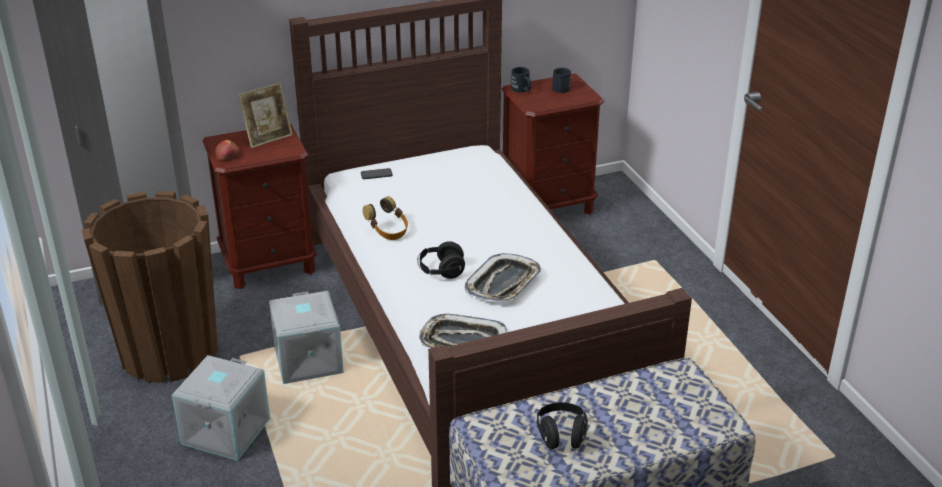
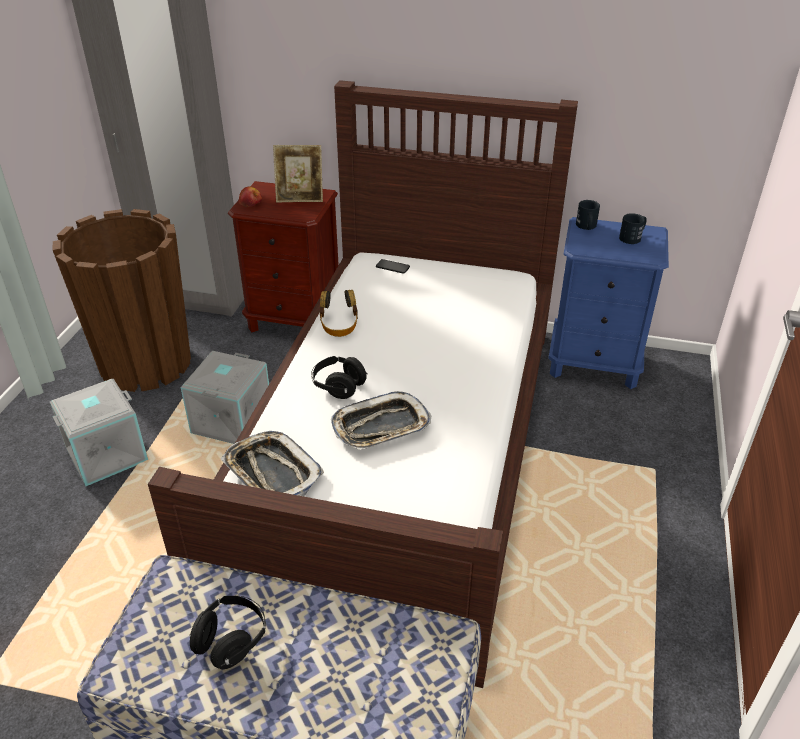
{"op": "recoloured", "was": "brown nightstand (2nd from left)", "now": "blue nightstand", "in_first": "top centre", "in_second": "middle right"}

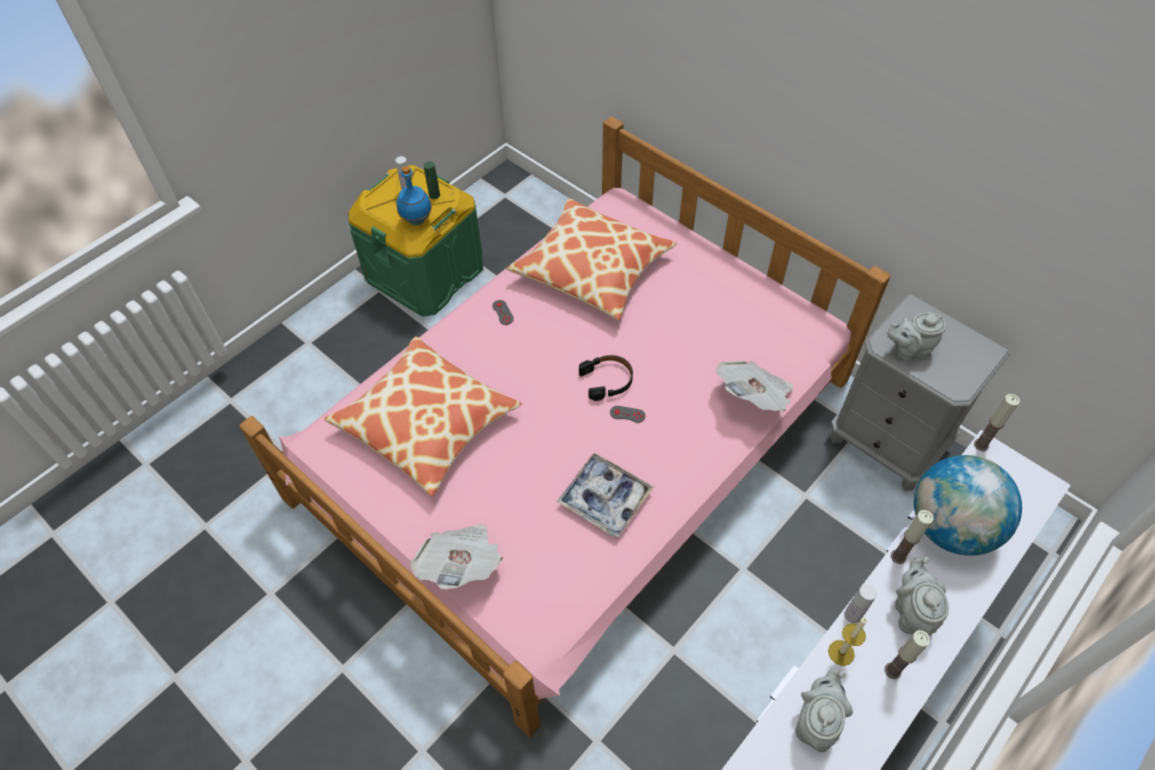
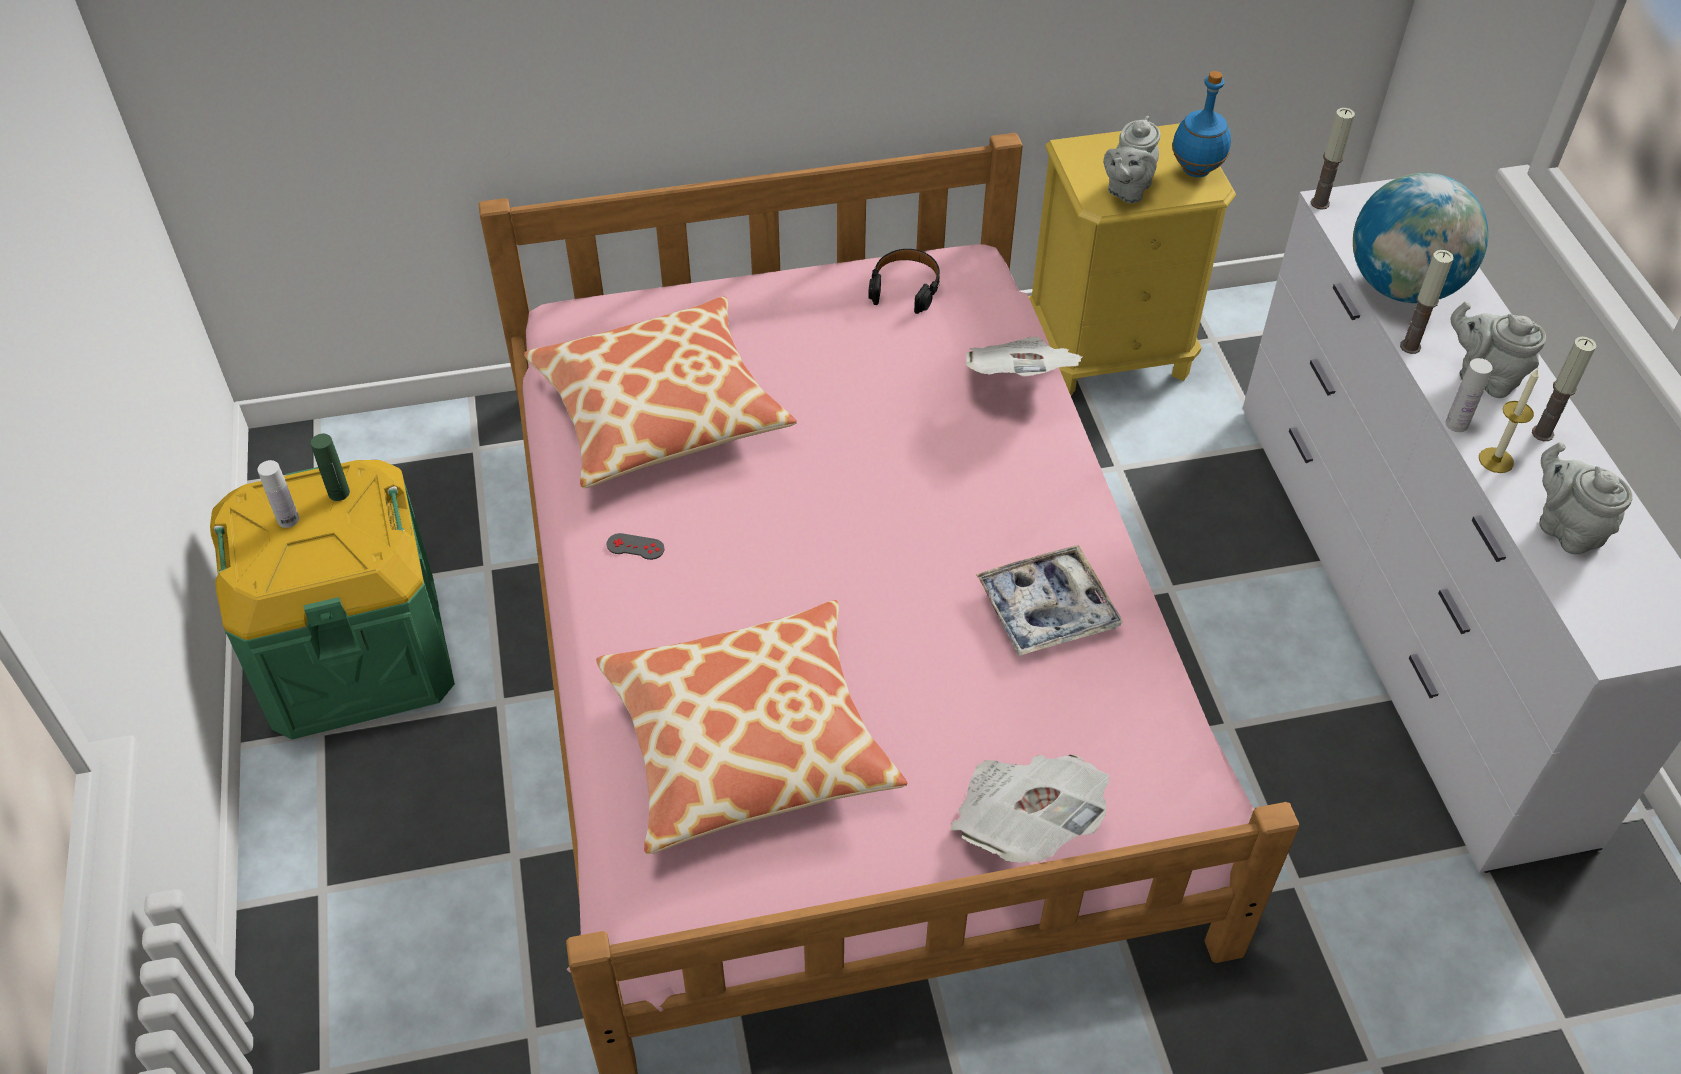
{"op": "moved", "was": "blue bottle", "in_first": "top centre", "in_second": "top right"}
{"op": "moved", "was": "black headphones", "in_first": "centre", "in_second": "top centre"}
{"op": "removed", "was": "grey game controller (2nd from left)", "in_first": "centre"}
{"op": "recoloured", "was": "grey nightstand", "now": "yellow nightstand", "in_first": "middle right", "in_second": "top right"}

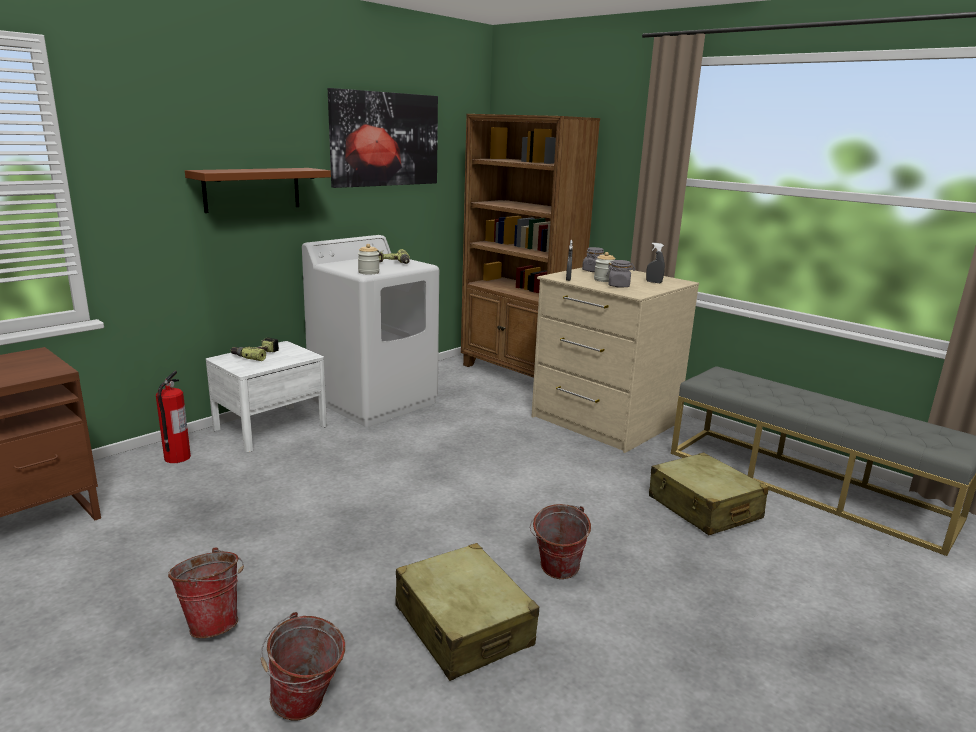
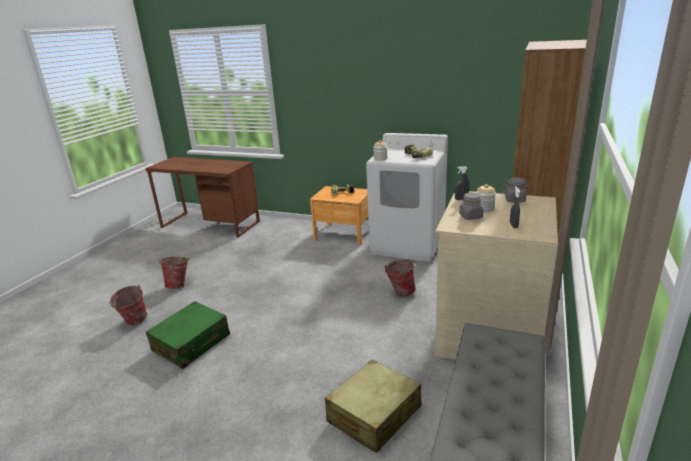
{"op": "removed", "was": "fire extinguisher", "in_first": "middle left"}
{"op": "removed", "was": "brown shelf", "in_first": "top left"}
{"op": "recoloured", "was": "white nightstand", "now": "brown nightstand", "in_first": "middle left", "in_second": "centre"}
{"op": "removed", "was": "picture", "in_first": "top centre"}
{"op": "recoloured", "was": "beige suitcase (1st from left)", "now": "green suitcase", "in_first": "bottom centre", "in_second": "bottom left"}
{"op": "moved", "was": "bucket (3rd from left)", "in_first": "bottom centre", "in_second": "centre"}

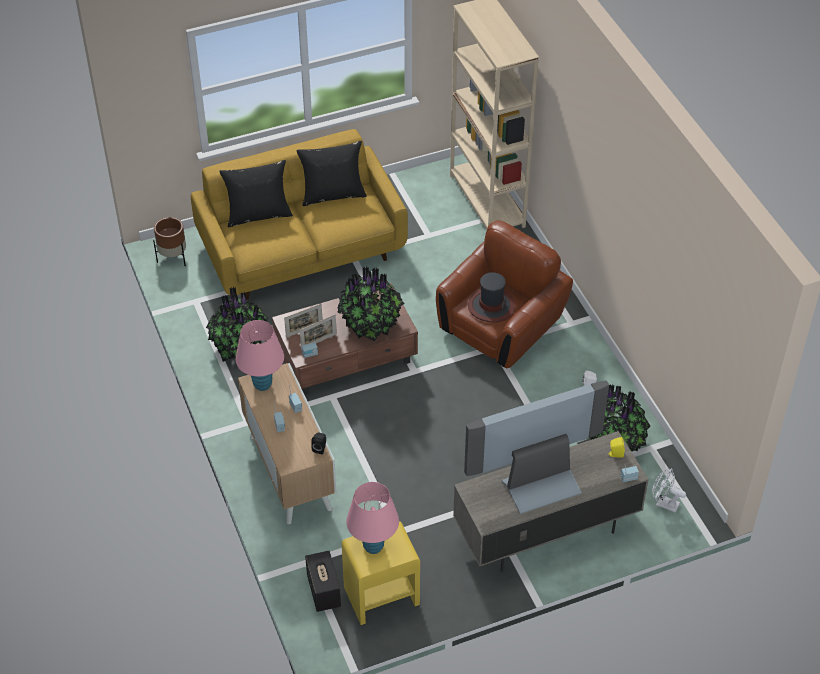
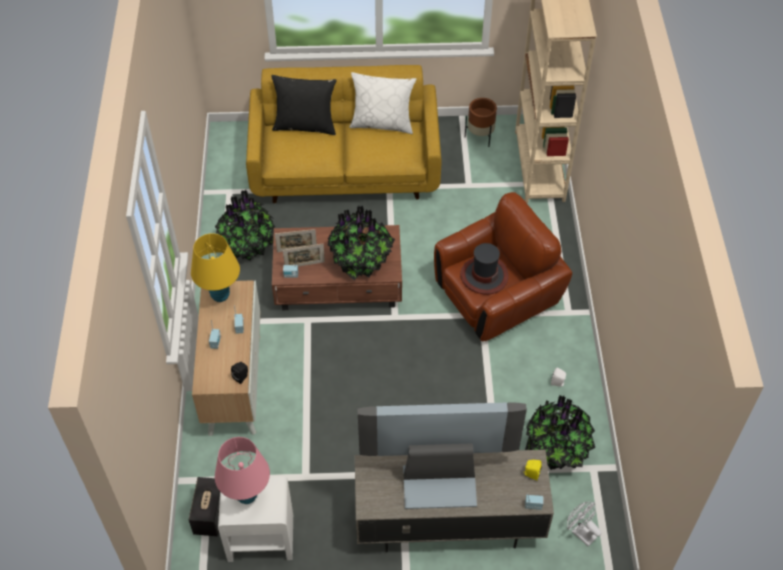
{"op": "moved", "was": "brown planter", "in_first": "middle left", "in_second": "top centre"}
{"op": "recoloured", "was": "pink table lamp (1st from left)", "now": "yellow table lamp", "in_first": "middle left", "in_second": "middle left"}
{"op": "recoloured", "was": "black pillow (2nd from left)", "now": "white pillow", "in_first": "top centre", "in_second": "top centre"}
{"op": "recoloured", "was": "yellow nightstand", "now": "white nightstand", "in_first": "bottom centre", "in_second": "bottom left"}

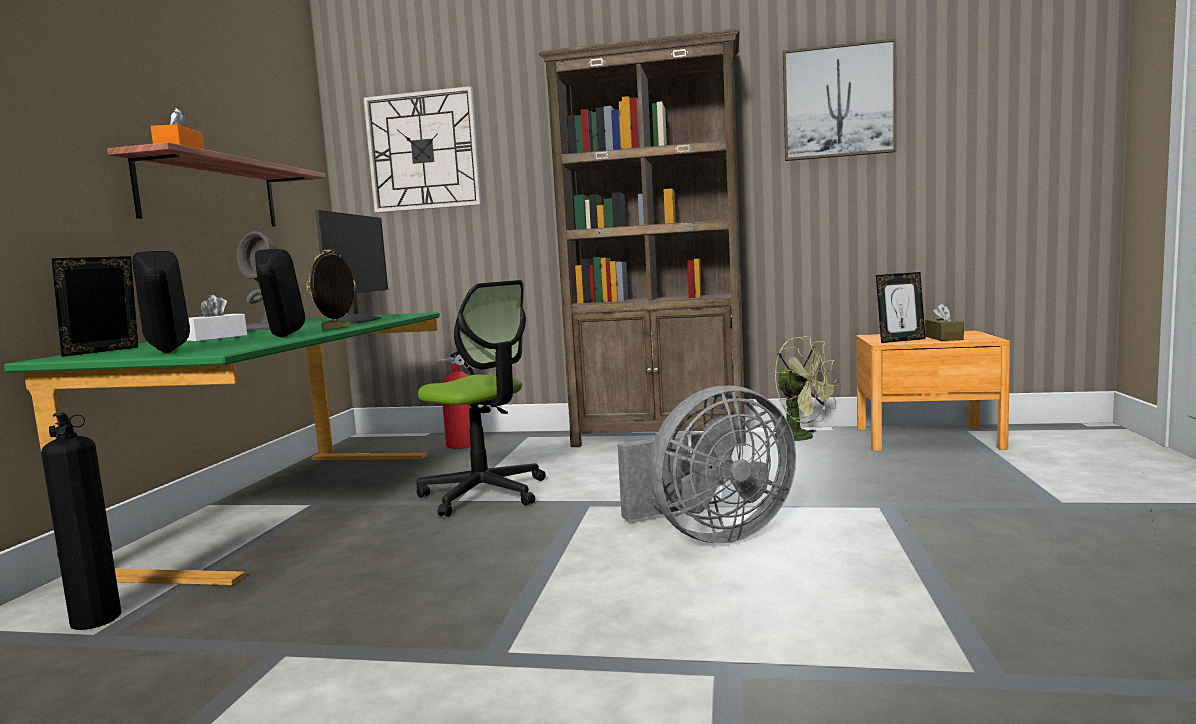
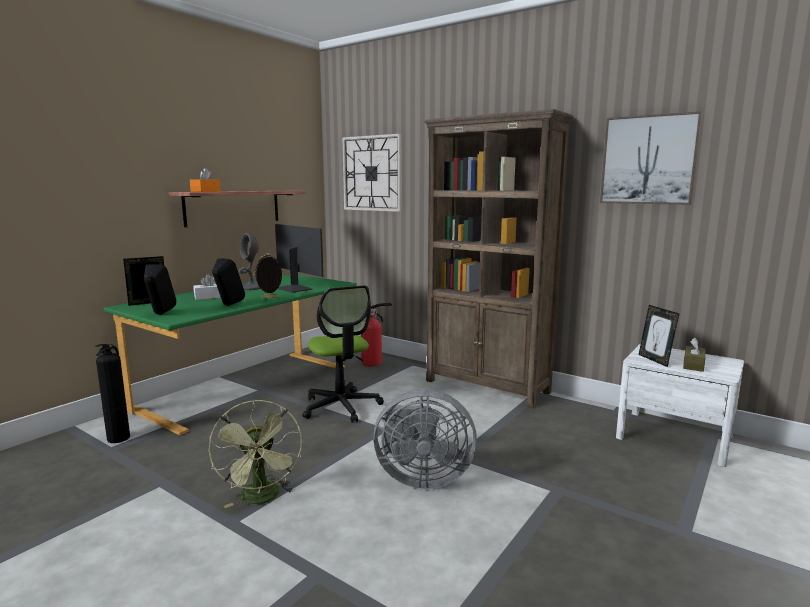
{"op": "turned", "was": "monitor", "in_first": "middle left", "in_second": "centre", "clockwise": -75}
{"op": "moved", "was": "green fan", "in_first": "middle right", "in_second": "bottom left"}
{"op": "recoloured", "was": "brown nightstand", "now": "white nightstand", "in_first": "middle right", "in_second": "bottom right"}
{"op": "turned", "was": "picture frame (3rd from left)", "in_first": "middle right", "in_second": "middle right", "clockwise": 60}

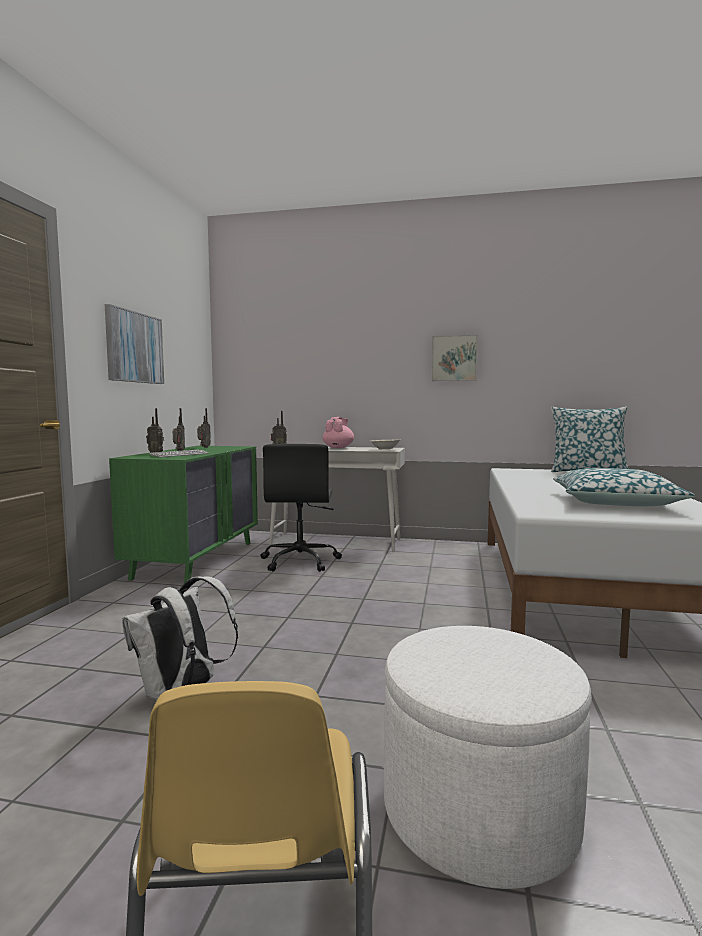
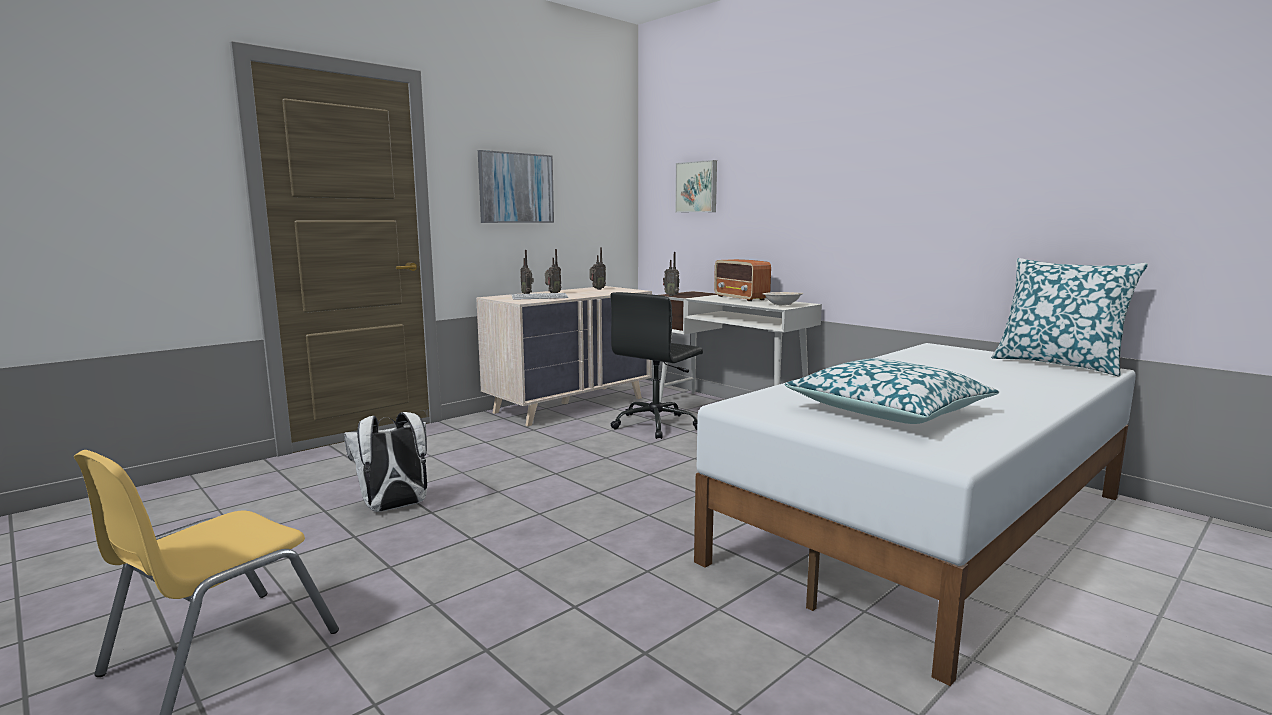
{"op": "recoloured", "was": "green dresser", "now": "beige dresser", "in_first": "middle left", "in_second": "centre"}
{"op": "replaced", "was": "pink teapot", "now": "radio (5th from left)", "in_first": "centre", "in_second": "centre"}
{"op": "removed", "was": "white ottoman", "in_first": "bottom right"}
{"op": "moved", "was": "picture (2nd from left)", "in_first": "centre", "in_second": "top centre"}

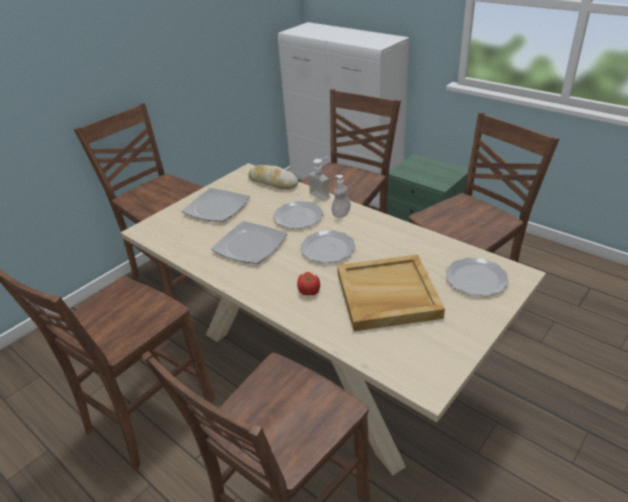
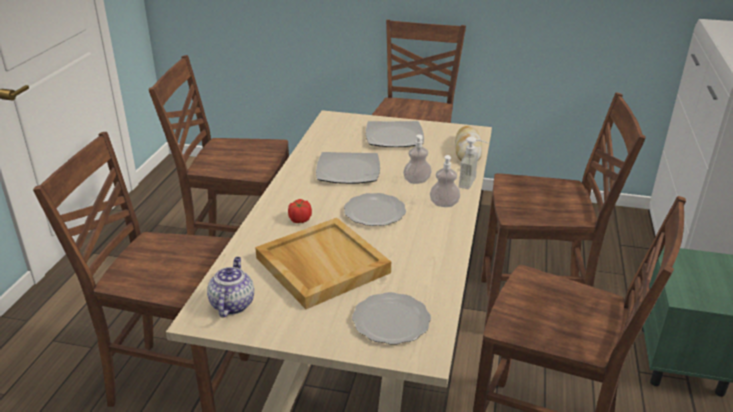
{"op": "replaced", "was": "plate (3rd from left)", "now": "soap dispenser (1st from left)", "in_first": "centre", "in_second": "centre"}
{"op": "added", "now": "teapot", "in_second": "bottom left"}

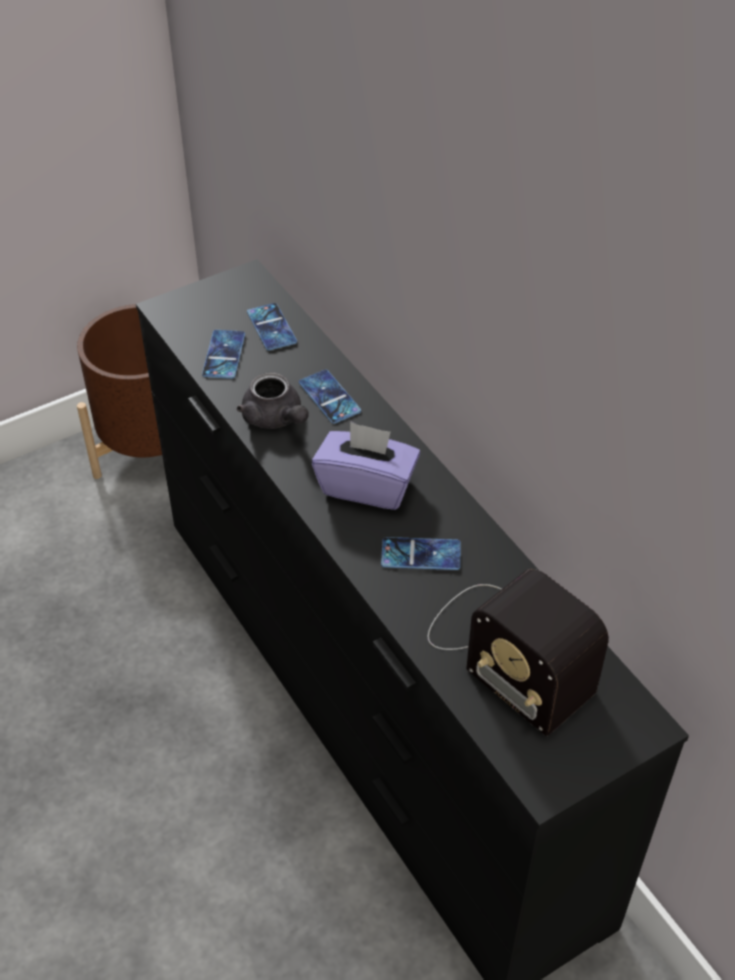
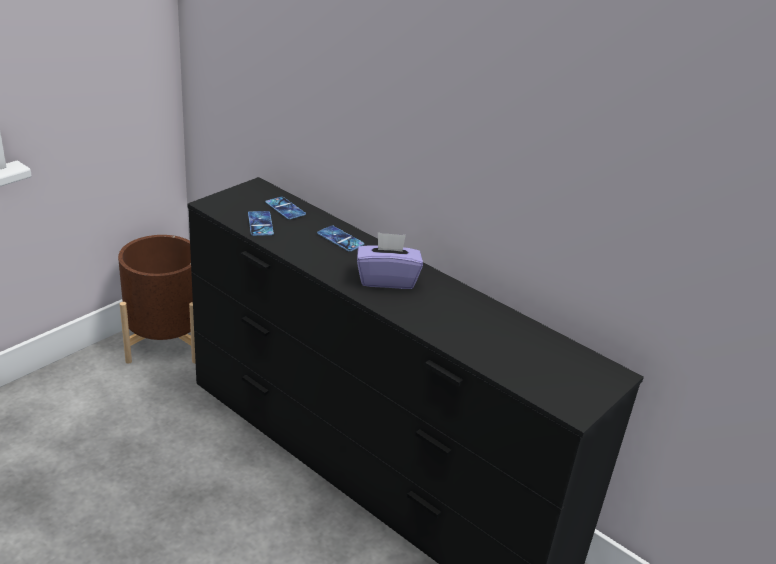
{"op": "removed", "was": "grey teapot", "in_first": "centre"}
{"op": "removed", "was": "phone (4th from left)", "in_first": "centre"}
{"op": "removed", "was": "radio", "in_first": "middle right"}

